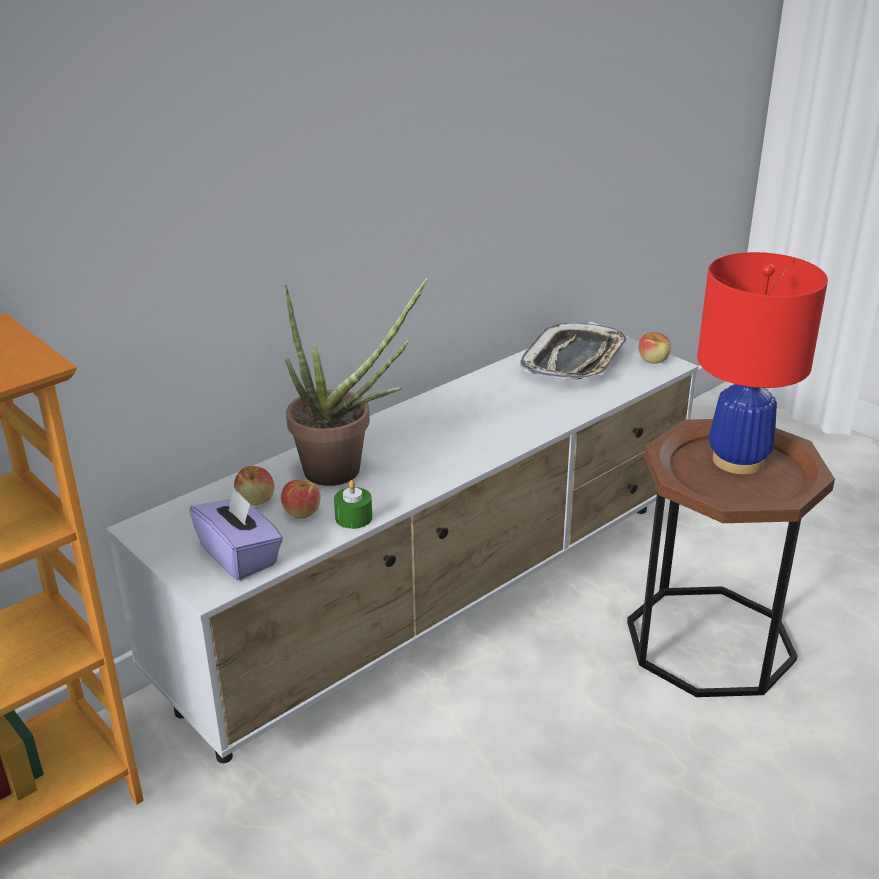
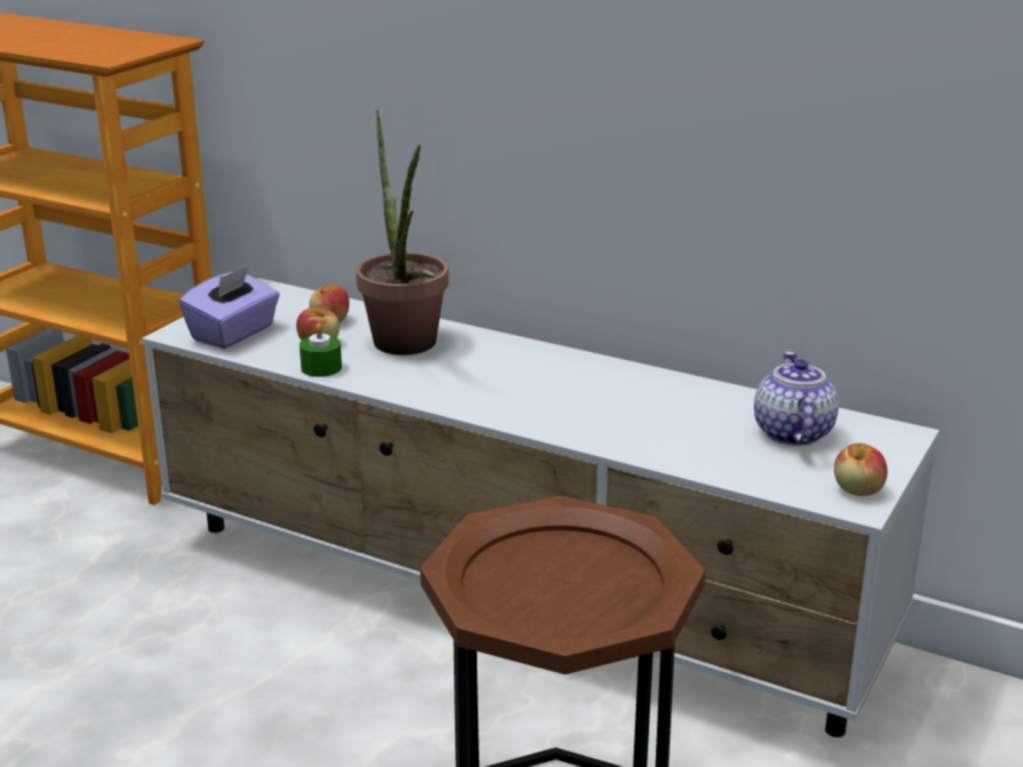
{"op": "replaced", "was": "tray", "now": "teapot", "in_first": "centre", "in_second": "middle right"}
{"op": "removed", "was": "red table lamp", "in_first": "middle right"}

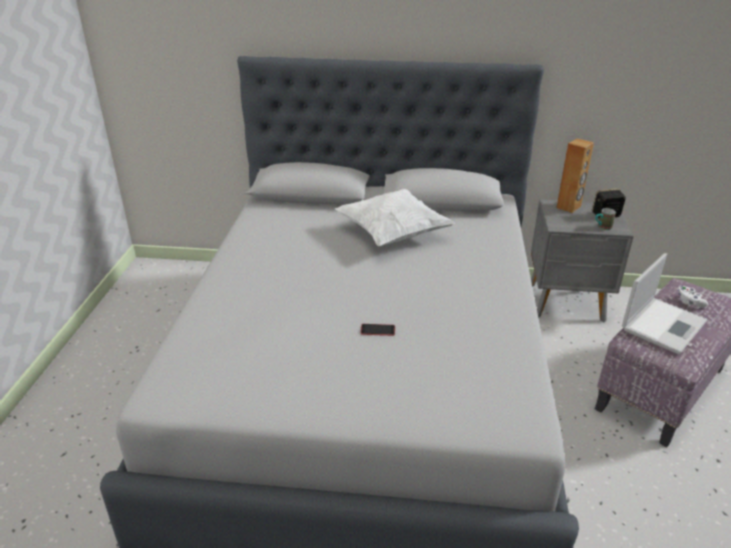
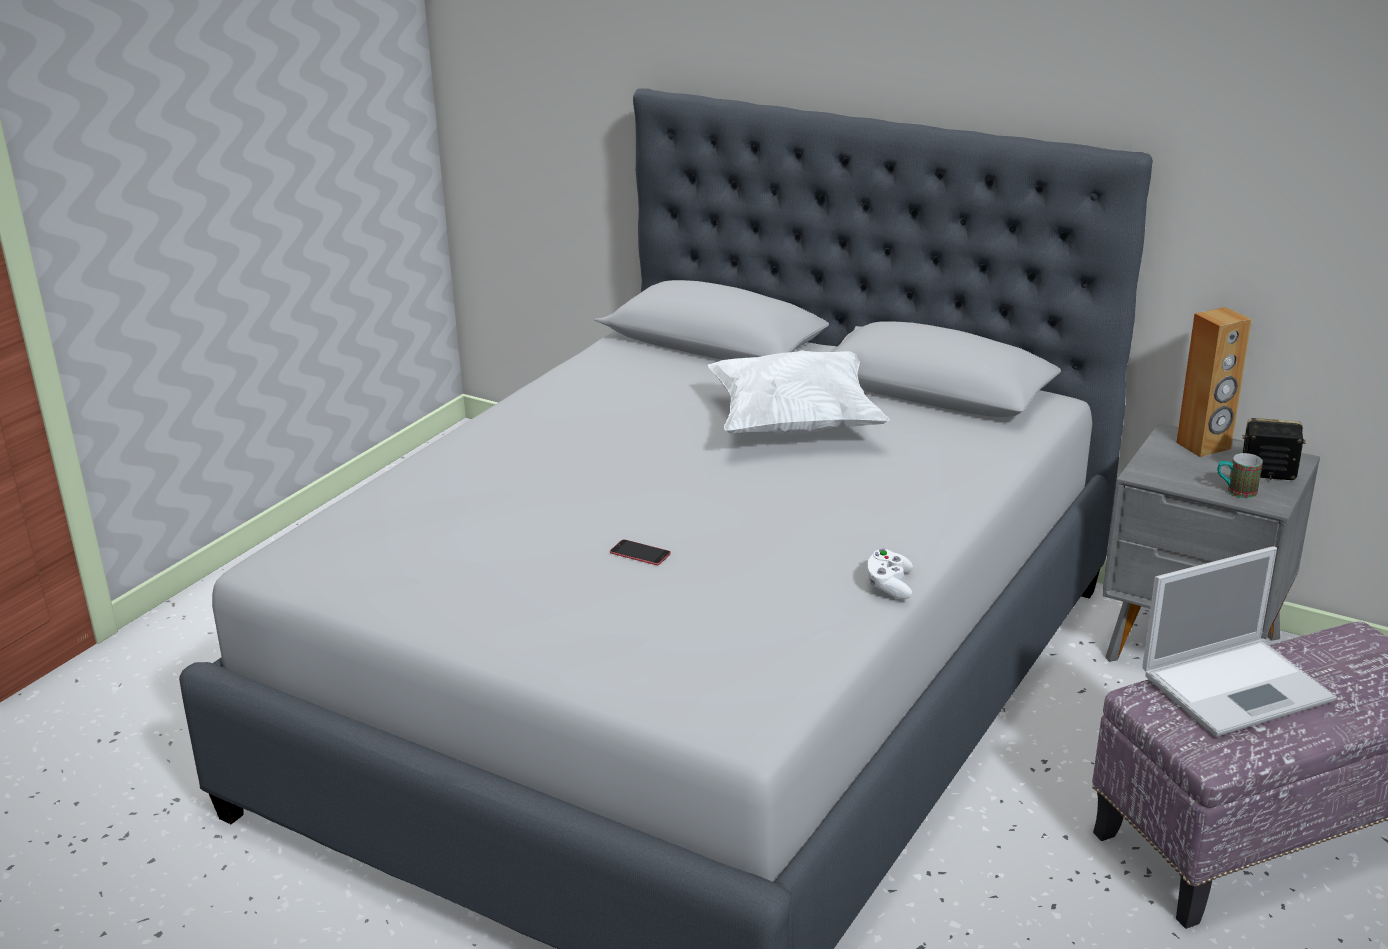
{"op": "moved", "was": "white game controller", "in_first": "middle right", "in_second": "centre"}

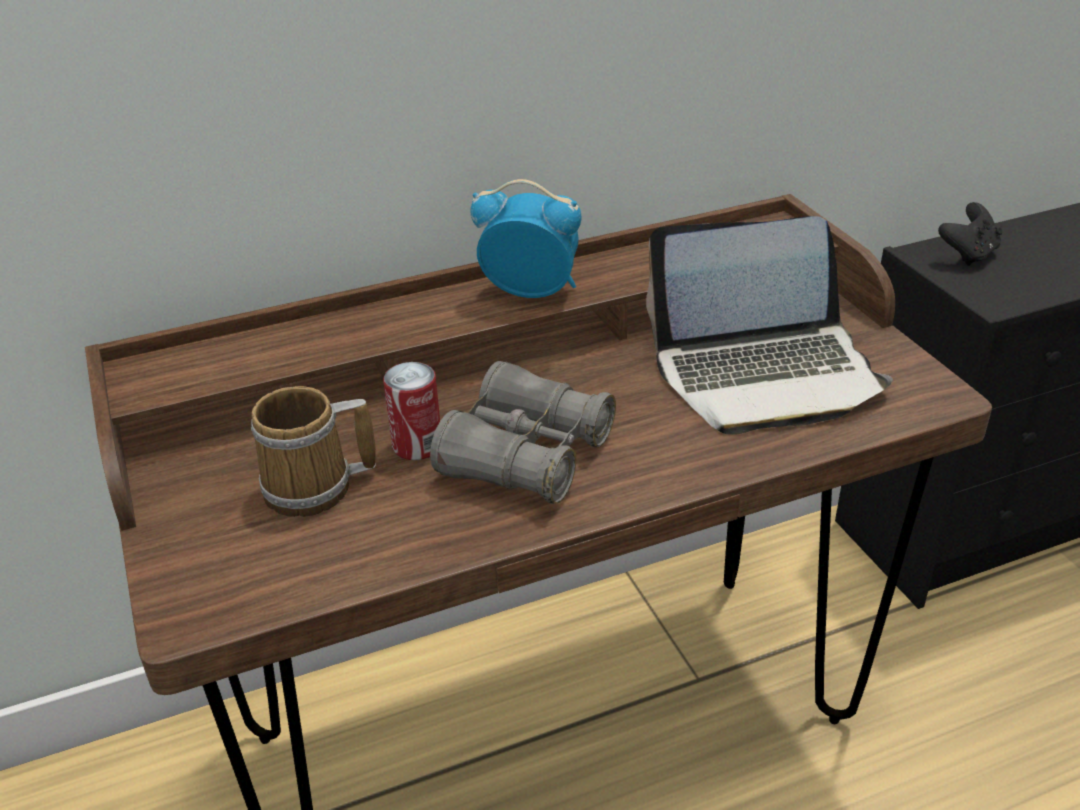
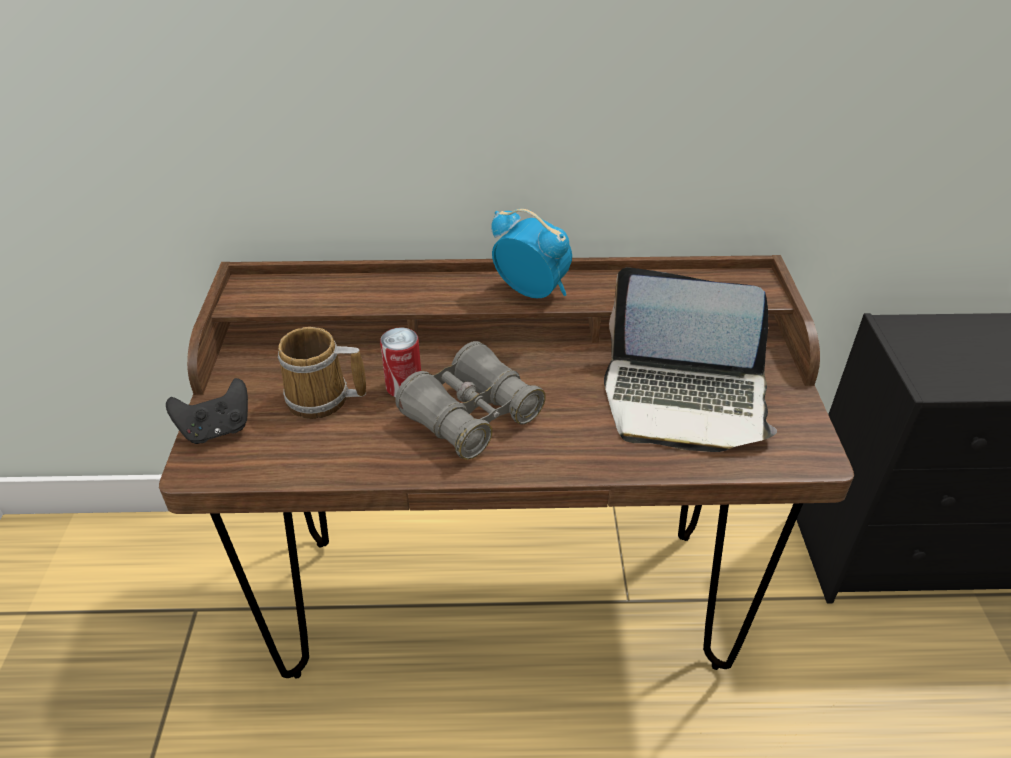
{"op": "moved", "was": "black game controller", "in_first": "top right", "in_second": "middle left"}

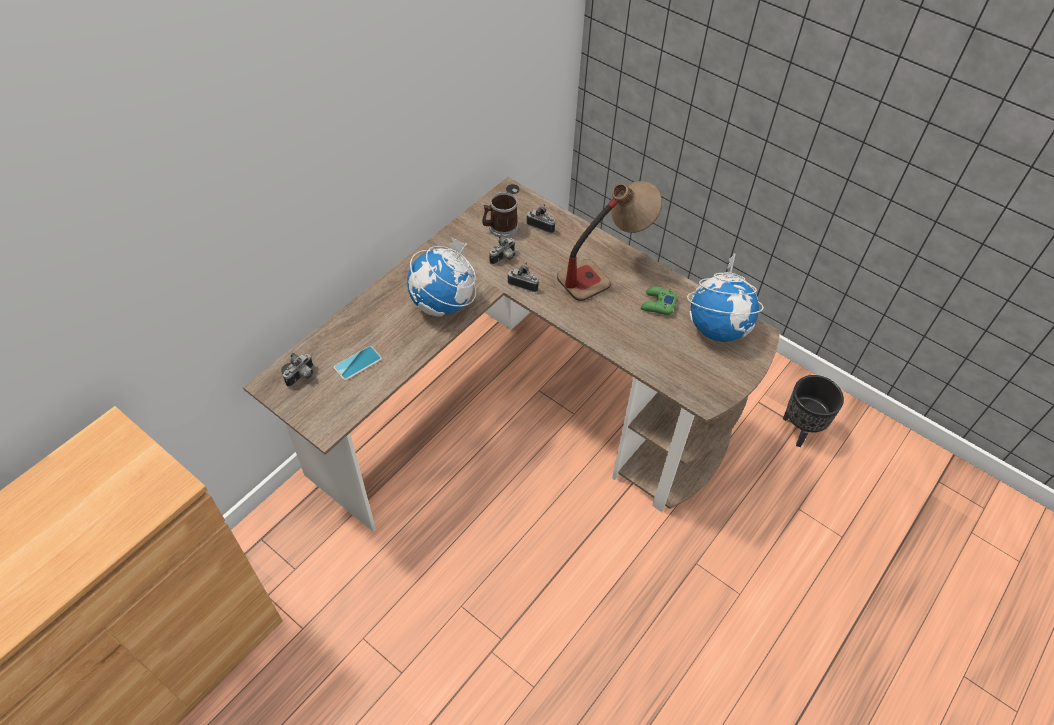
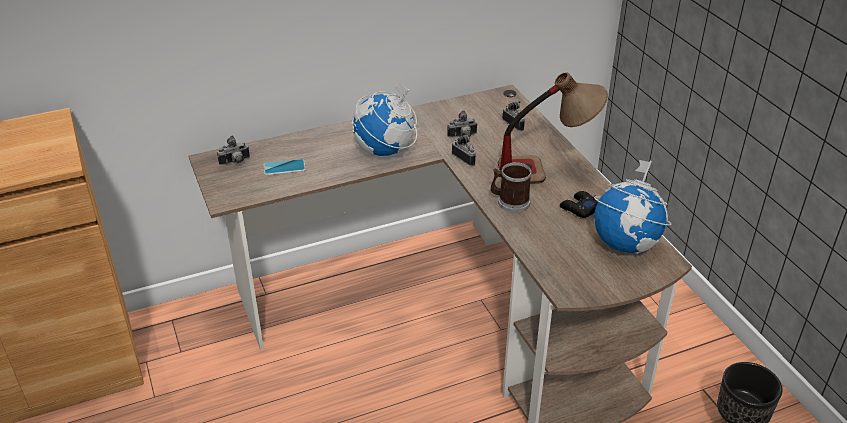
{"op": "moved", "was": "mug", "in_first": "top centre", "in_second": "centre"}
{"op": "recoloured", "was": "green game controller", "now": "black game controller", "in_first": "centre", "in_second": "middle right"}

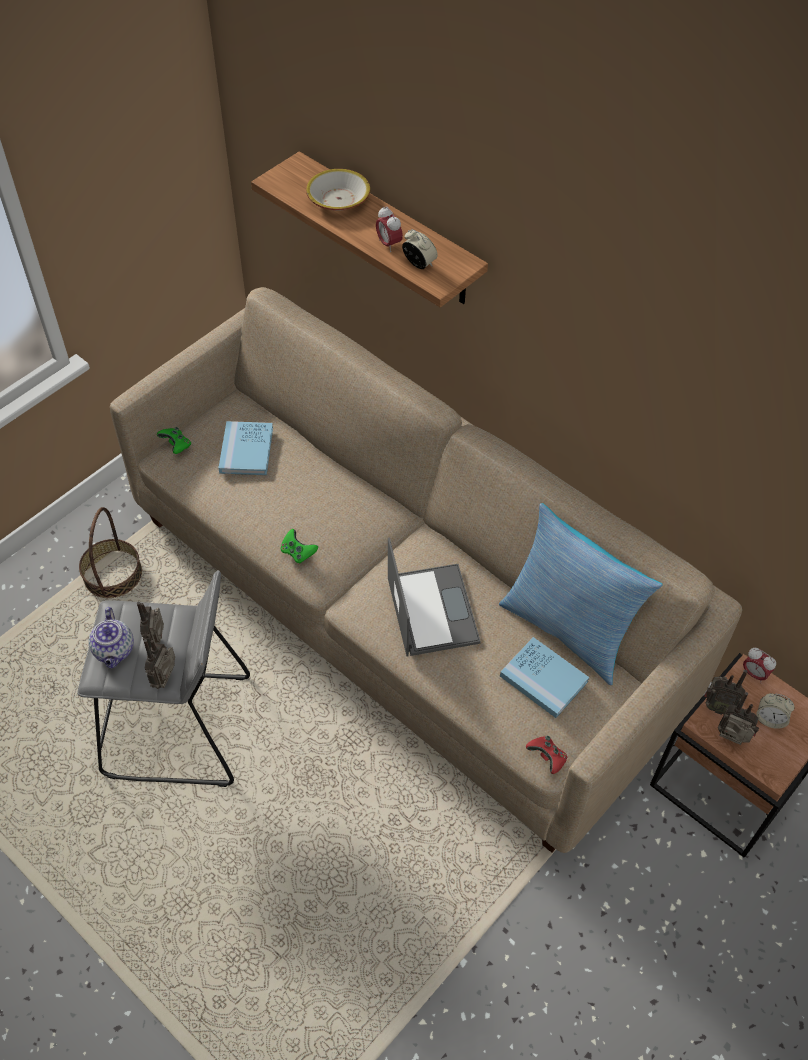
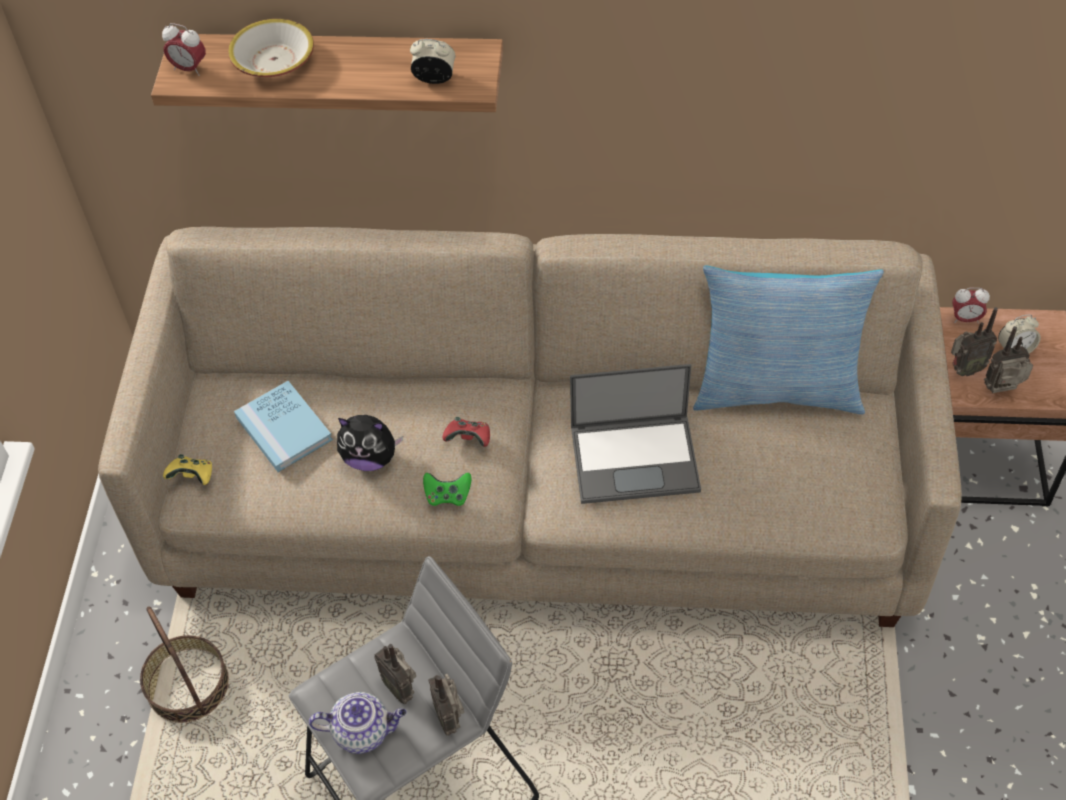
{"op": "turned", "was": "teapot", "in_first": "middle left", "in_second": "bottom centre", "clockwise": -45}
{"op": "recoloured", "was": "green game controller (1st from left)", "now": "yellow game controller", "in_first": "middle left", "in_second": "middle left"}
{"op": "moved", "was": "alarm clock (1st from left)", "in_first": "top centre", "in_second": "top left"}
{"op": "turned", "was": "laptop", "in_first": "centre", "in_second": "centre", "clockwise": 135}
{"op": "removed", "was": "blue book (2nd from left)", "in_first": "middle right"}
{"op": "moved", "was": "red game controller", "in_first": "bottom right", "in_second": "centre"}
{"op": "added", "now": "plush toy", "in_second": "centre"}

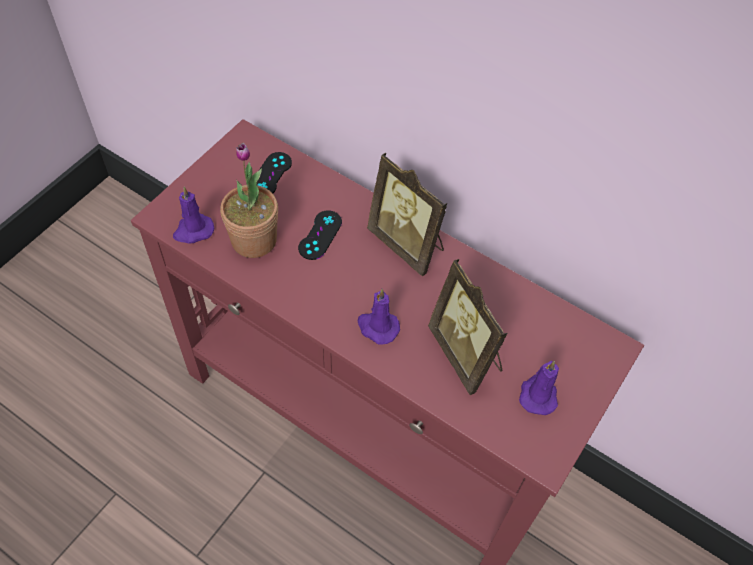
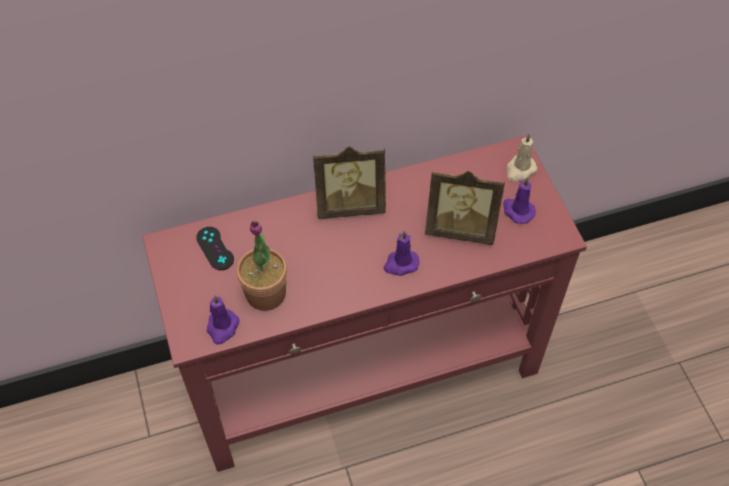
{"op": "removed", "was": "black game controller (2nd from left)", "in_first": "centre"}
{"op": "added", "now": "beige candle", "in_second": "top right"}

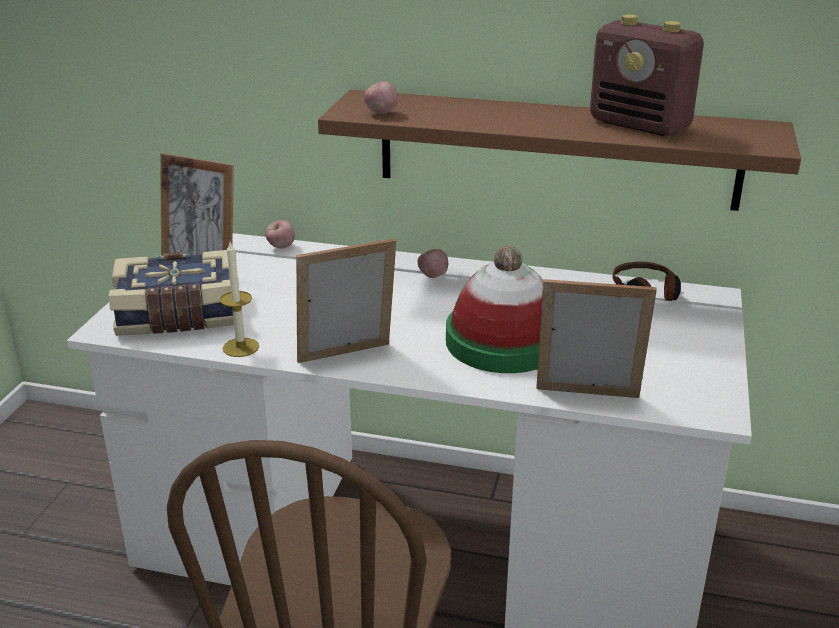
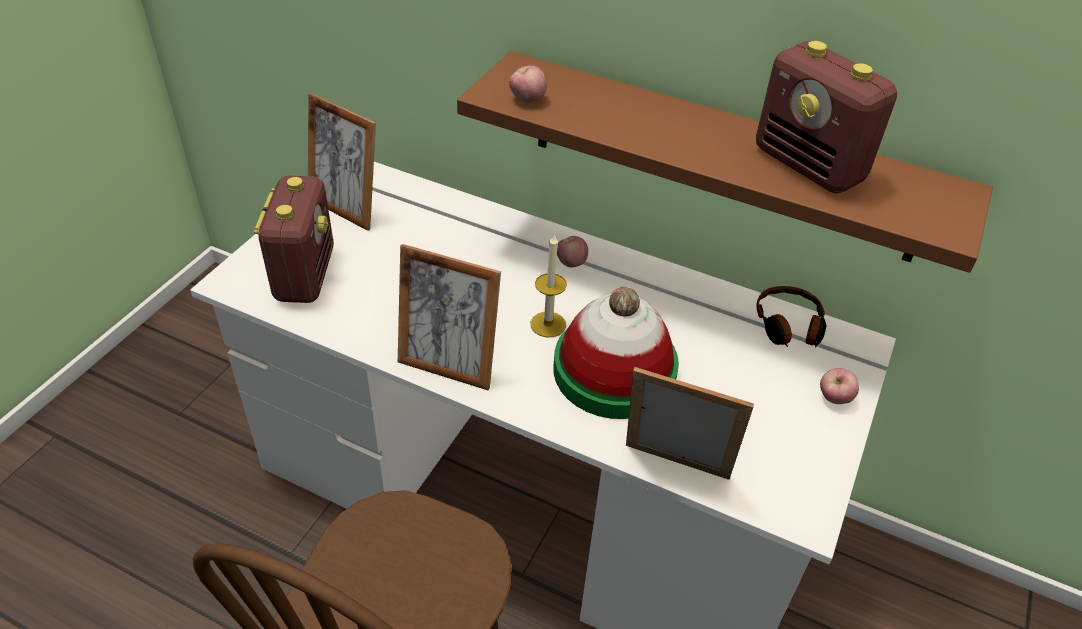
{"op": "replaced", "was": "book", "now": "radio (1st from left)", "in_first": "middle left", "in_second": "middle left"}
{"op": "moved", "was": "candle", "in_first": "middle left", "in_second": "centre"}
{"op": "moved", "was": "apple (1st from left in the first image)", "now": "apple (3rd from left)", "in_first": "centre", "in_second": "middle right"}
{"op": "turned", "was": "picture frame (2nd from left)", "in_first": "centre", "in_second": "centre", "clockwise": -150}

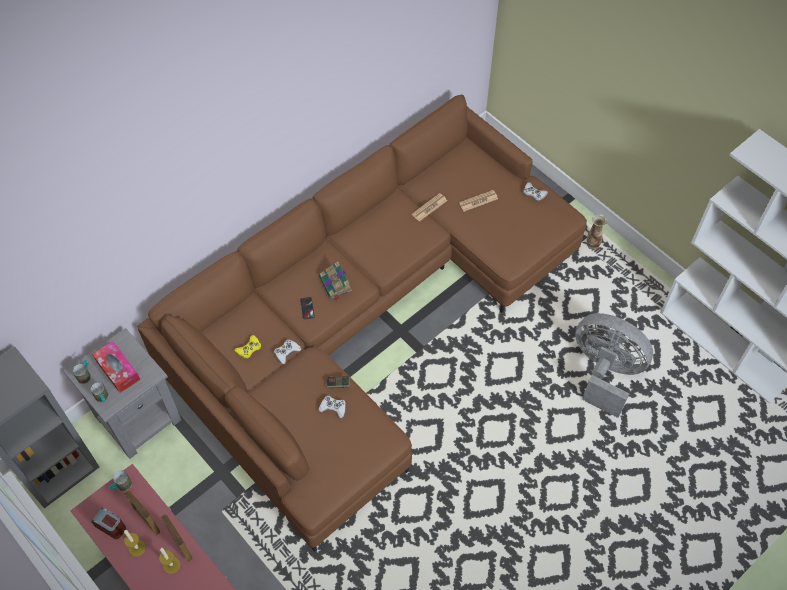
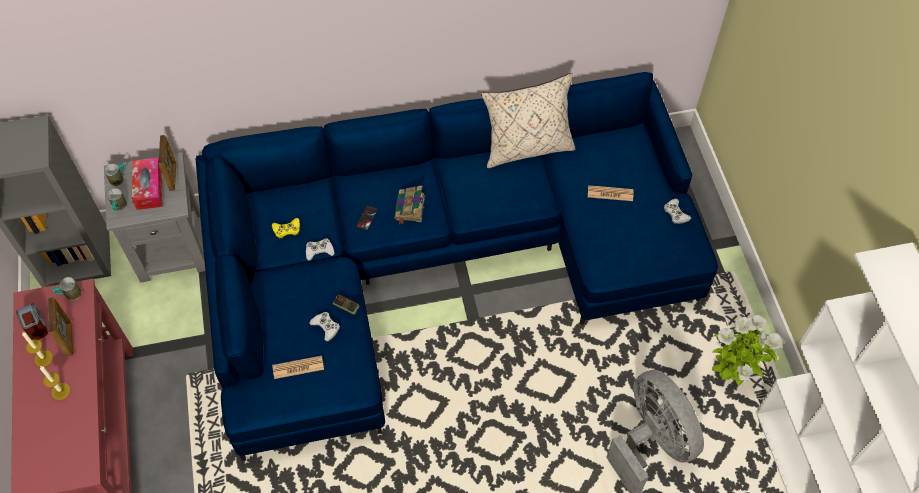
{"op": "recoloured", "was": "brown sofa", "now": "blue sofa", "in_first": "centre", "in_second": "centre"}
{"op": "moved", "was": "picture frame (2nd from left)", "in_first": "bottom left", "in_second": "top left"}
{"op": "moved", "was": "newspaper (1st from left)", "in_first": "centre", "in_second": "bottom left"}
{"op": "removed", "was": "vase", "in_first": "middle right"}
{"op": "added", "now": "beige pillow", "in_second": "top centre"}
{"op": "added", "now": "potted plant", "in_second": "bottom right"}

